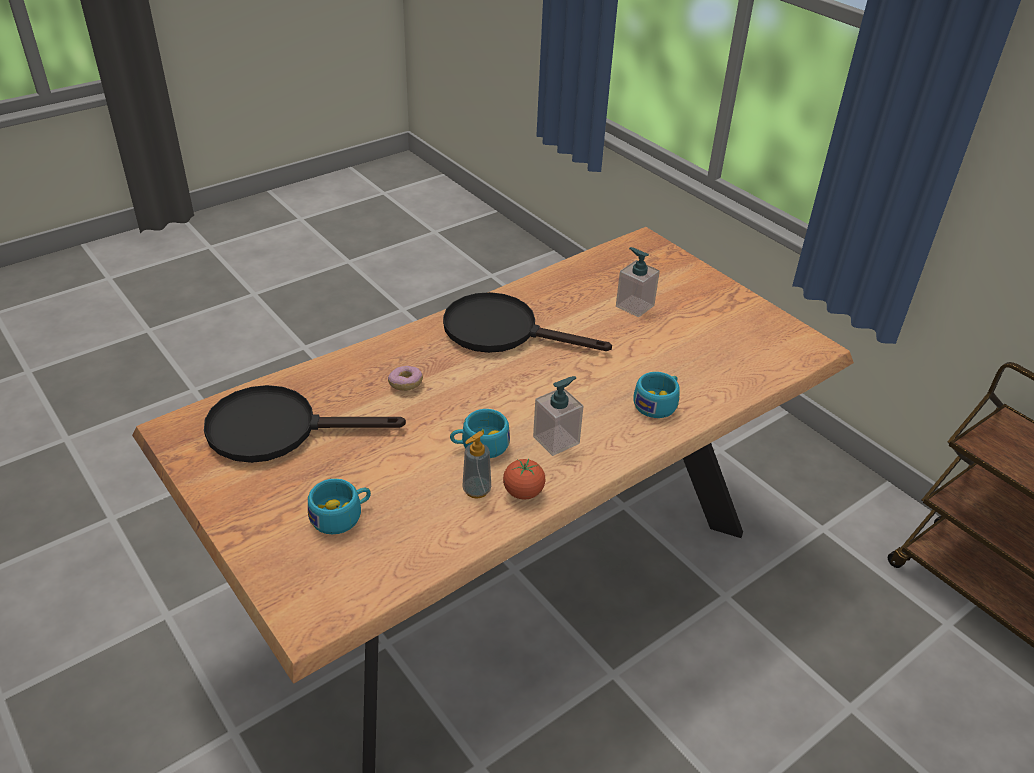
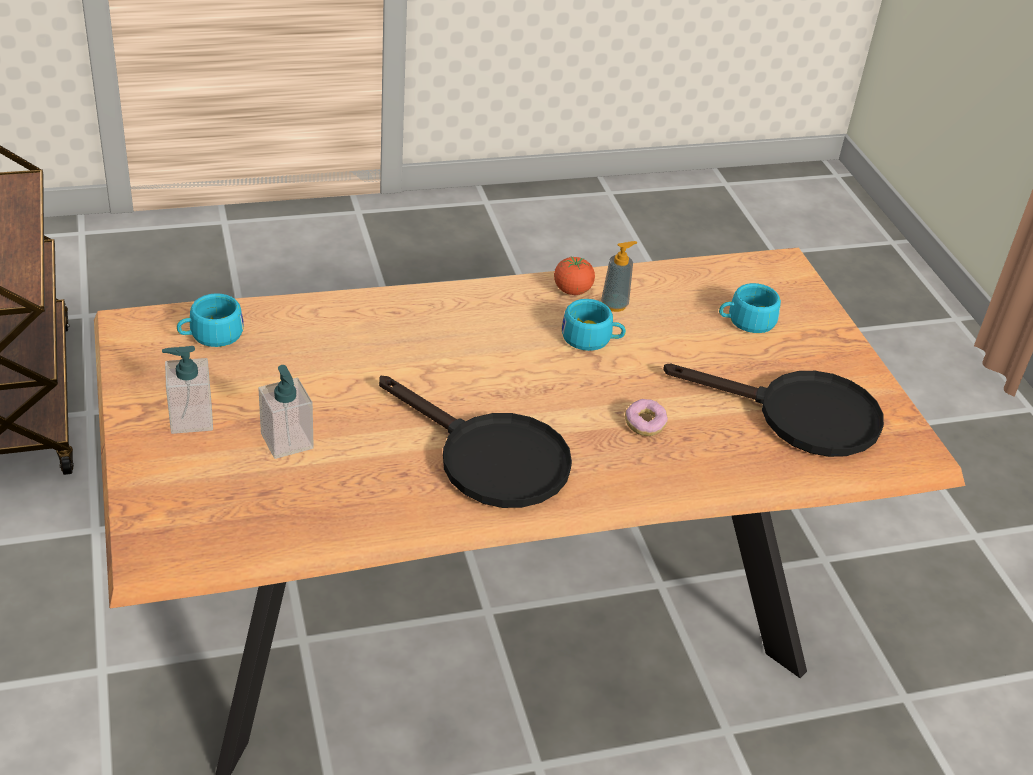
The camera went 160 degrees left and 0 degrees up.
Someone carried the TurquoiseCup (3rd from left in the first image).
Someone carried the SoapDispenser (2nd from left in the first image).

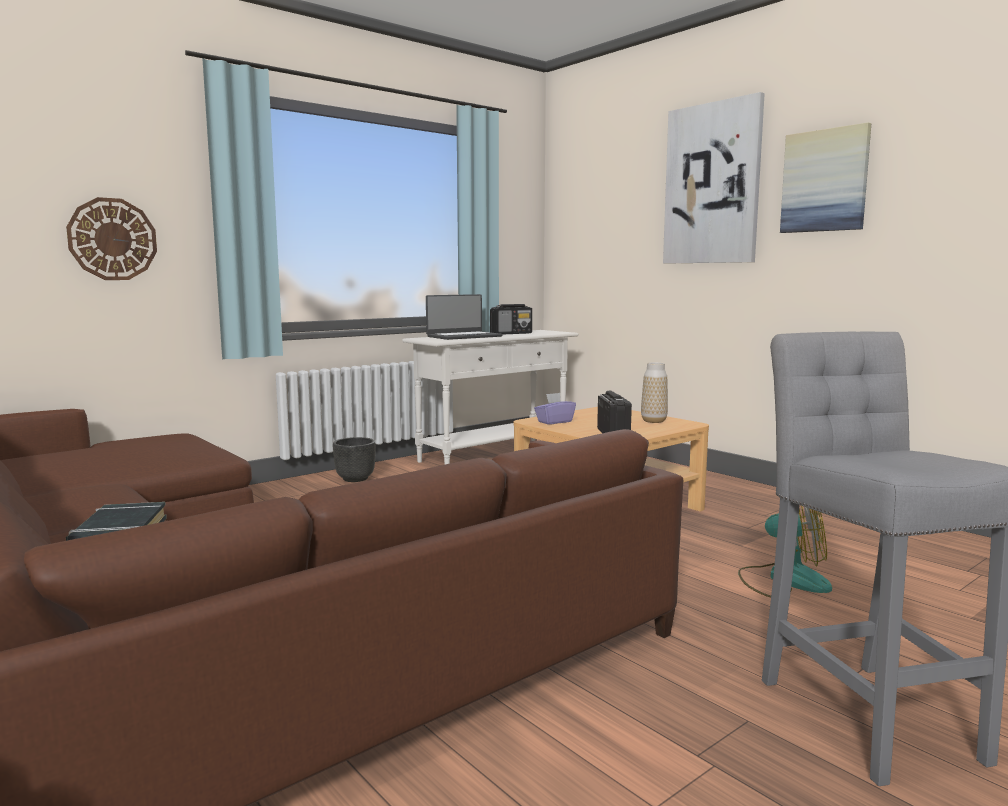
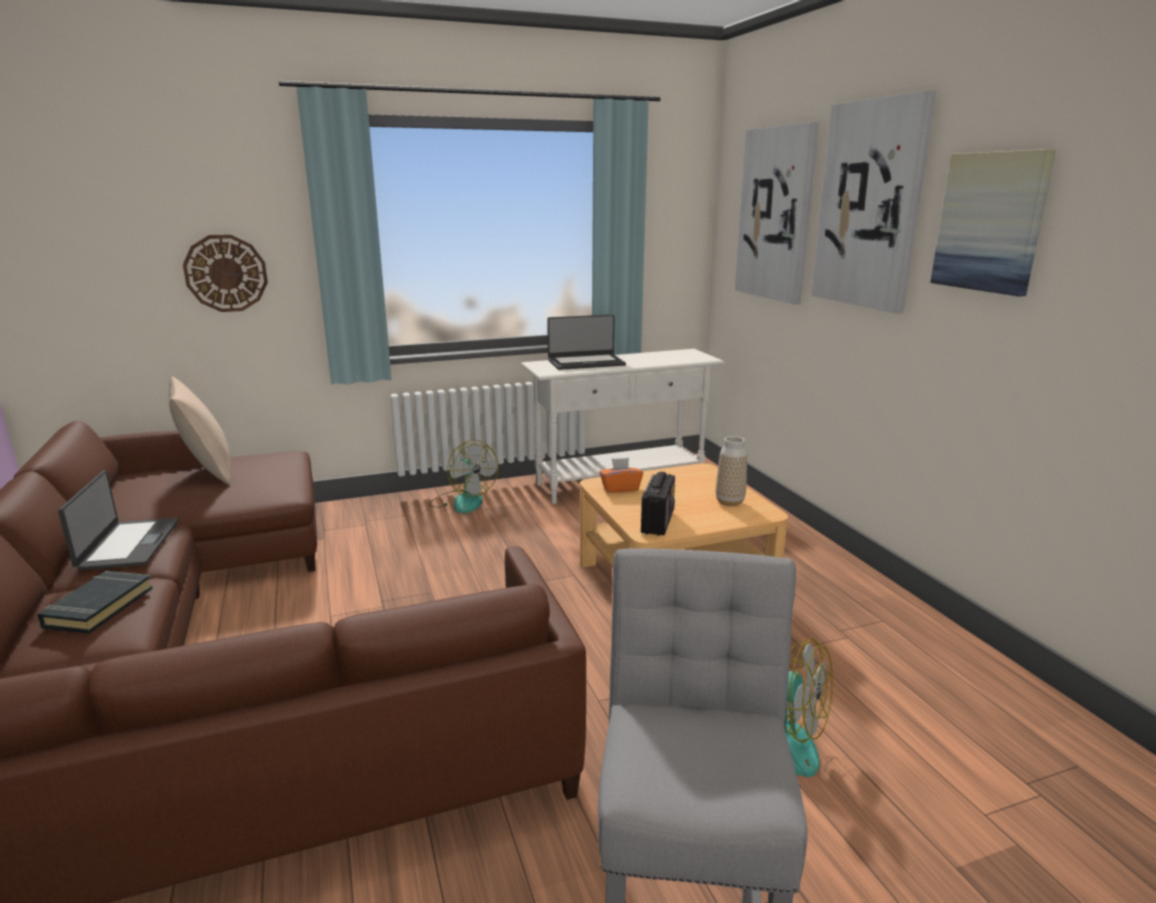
The camera went 20 degrees right and 10 degrees up.
Someone took away the Radio (1st from left).
Someone repainted the PurpleTissueBox, which became the OrangeTissueBox.
Someone swapped the BlackPlanter for the Fan (1st from left).
Someone put up the Picture (1st from left).
Someone put down the BeigePillow.
Someone put down the Laptop (1st from left).

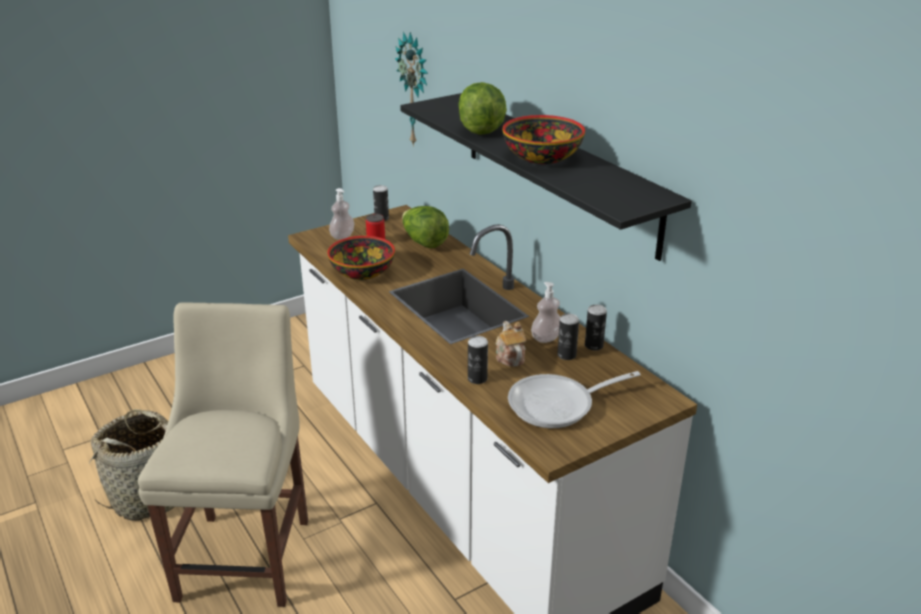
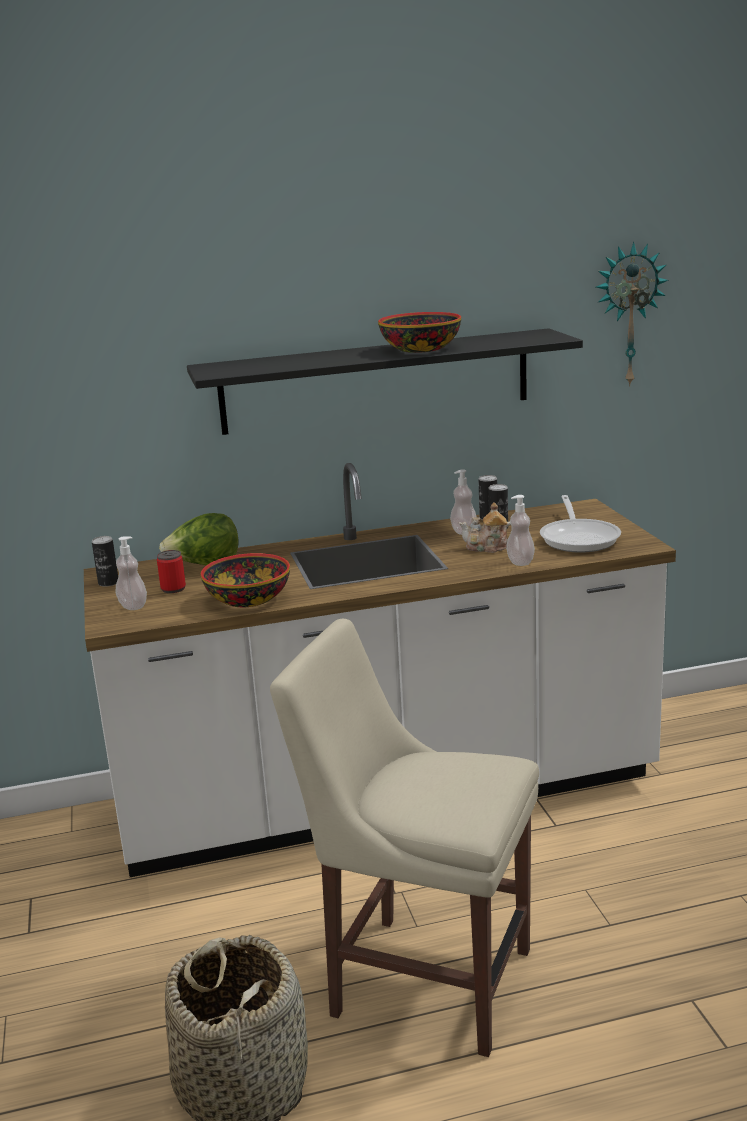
The camera went 70 degrees left and 10 degrees down.
Someone carried the WallClock.
Someone took away the Lettuce (2nd from left).
Someone swapped the Can (3rd from left) for the SoapDispenser (3rd from left).

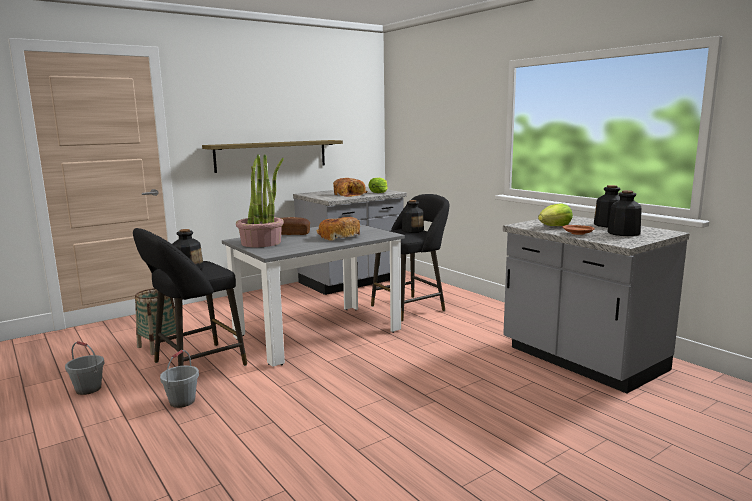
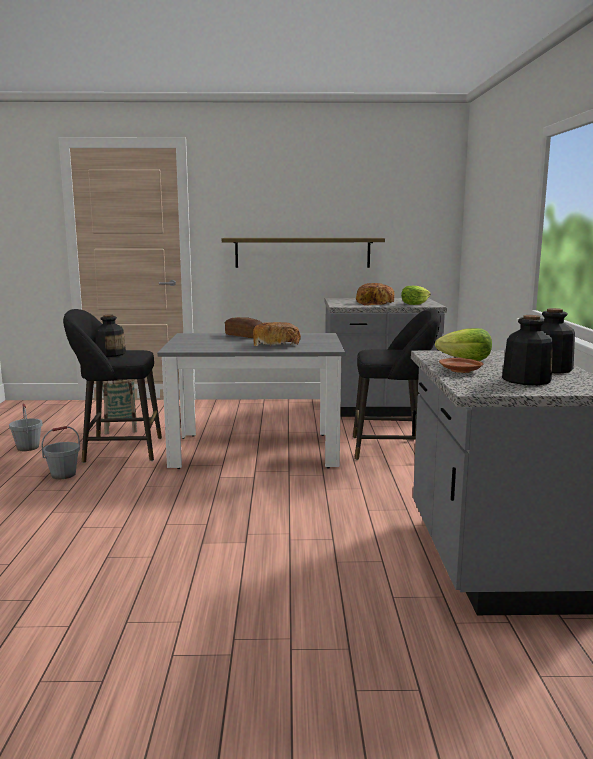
The camera went 35 degrees right and 0 degrees up.
Someone took away the PottedPlant.
Someone took away the Bottle (2nd from left).

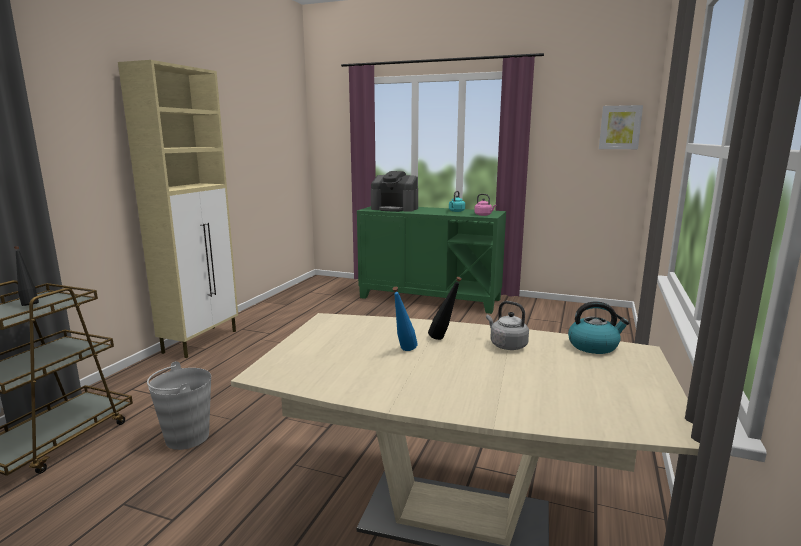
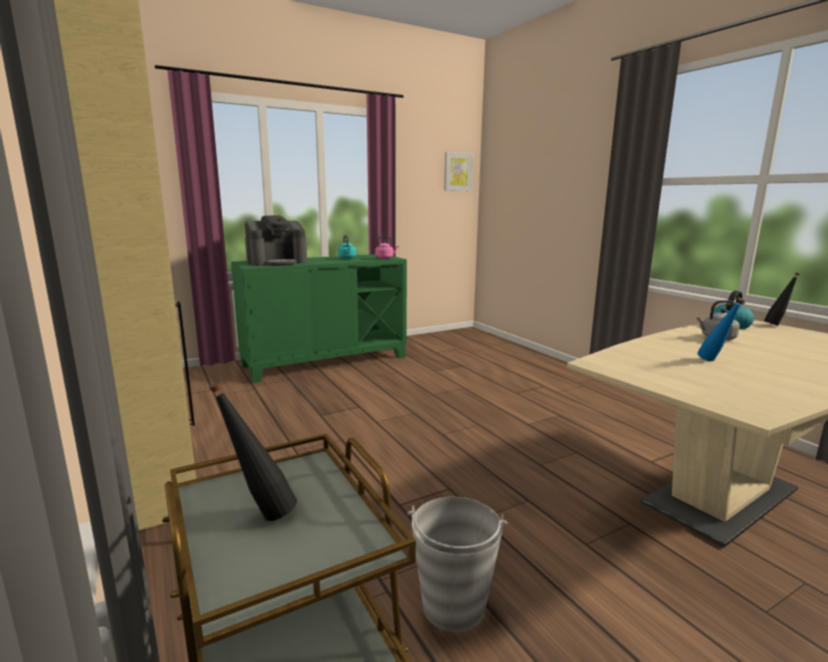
The camera went 50 degrees left and 0 degrees up.
Someone carried the BlackBottle (2nd from left).

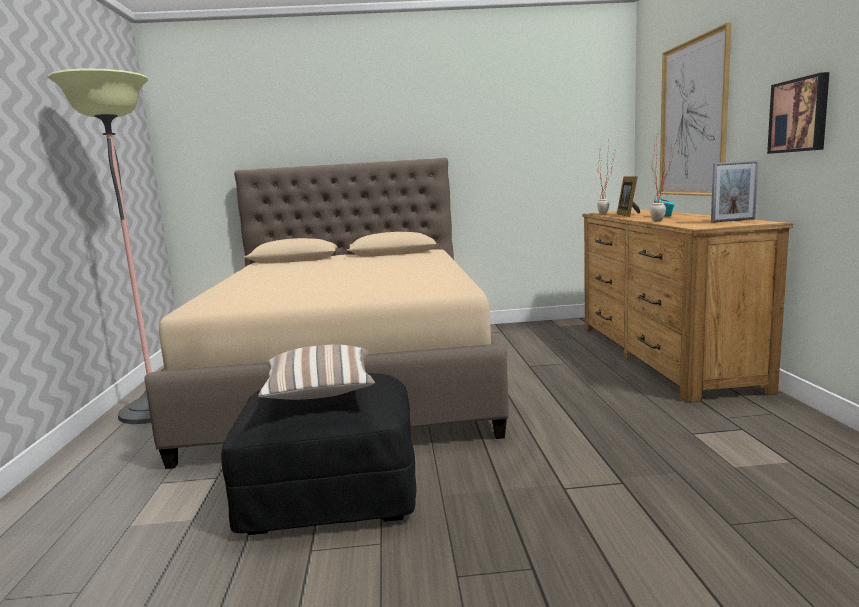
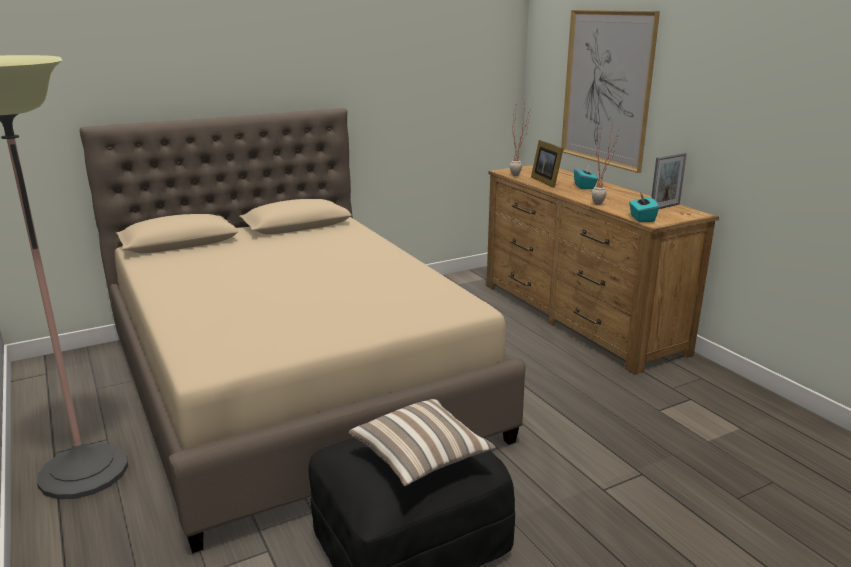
The camera went 25 degrees left and 10 degrees up.
Someone took away the Picture (2nd from left).
Someone put down the TurquoiseTissueBox (2nd from left).

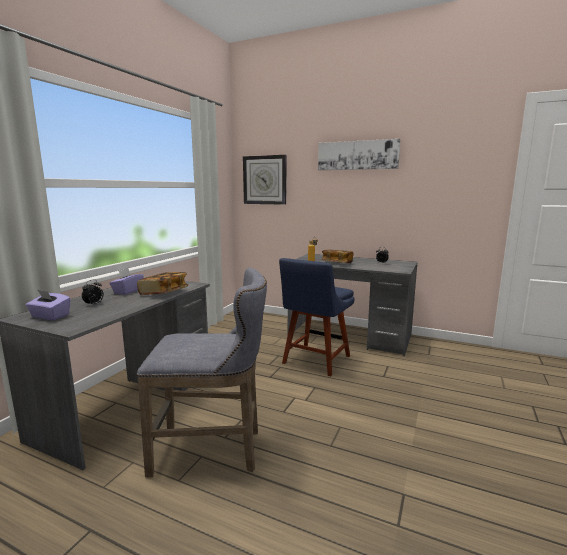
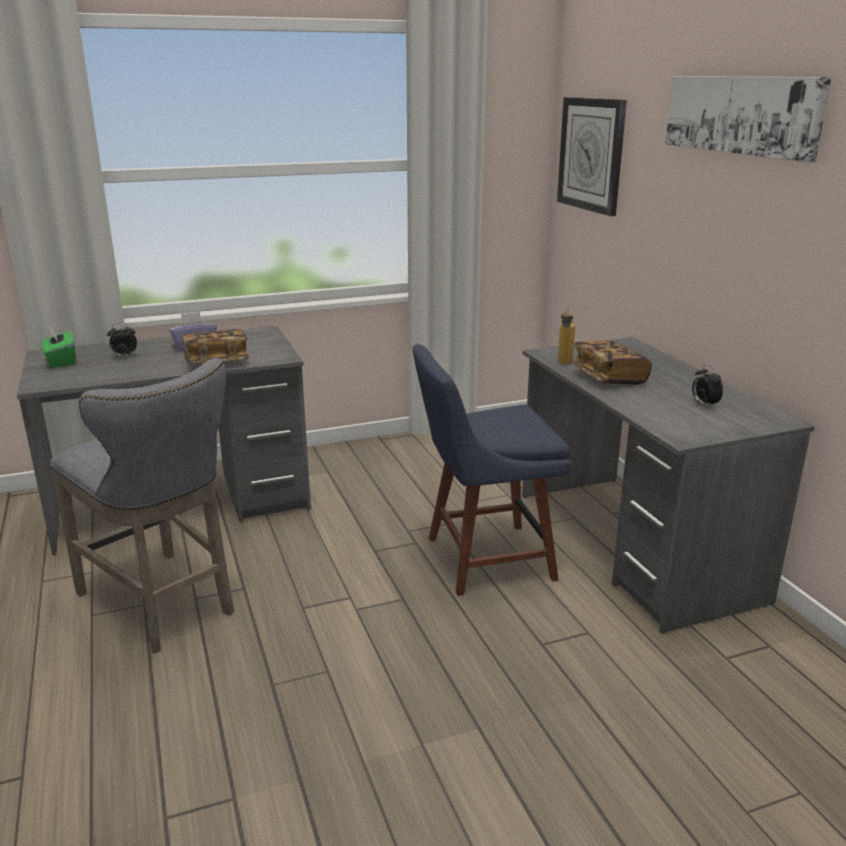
The camera went 45 degrees right and 10 degrees up.
Someone repainted the PurpleTissueBox (1st from left), which became the GreenTissueBox.

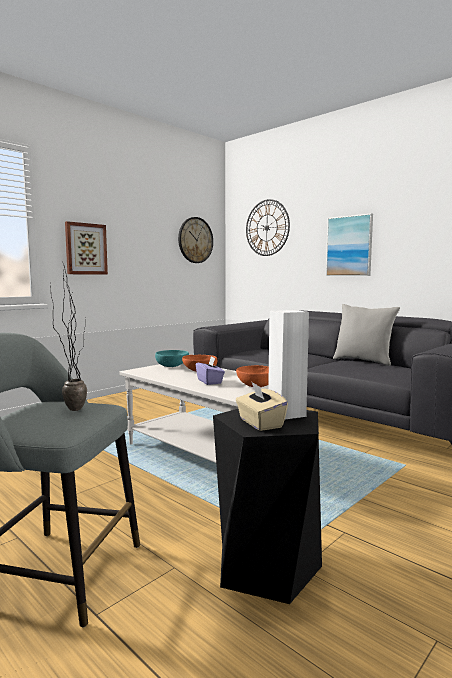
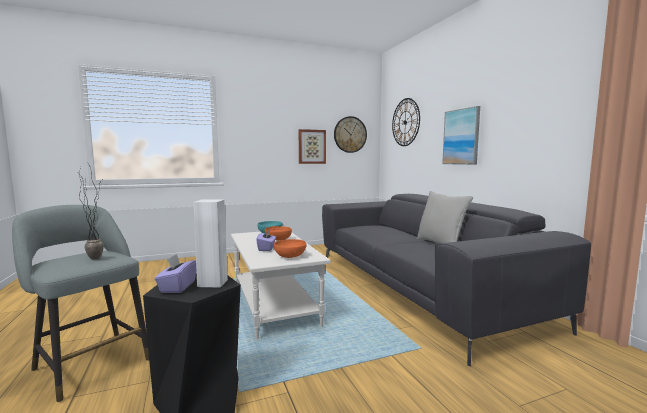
The camera went 25 degrees right and 0 degrees up.
Someone carried the Picture (1st from left).
Someone repainted the BeigeTissueBox, which became the PurpleTissueBox (1st from left).

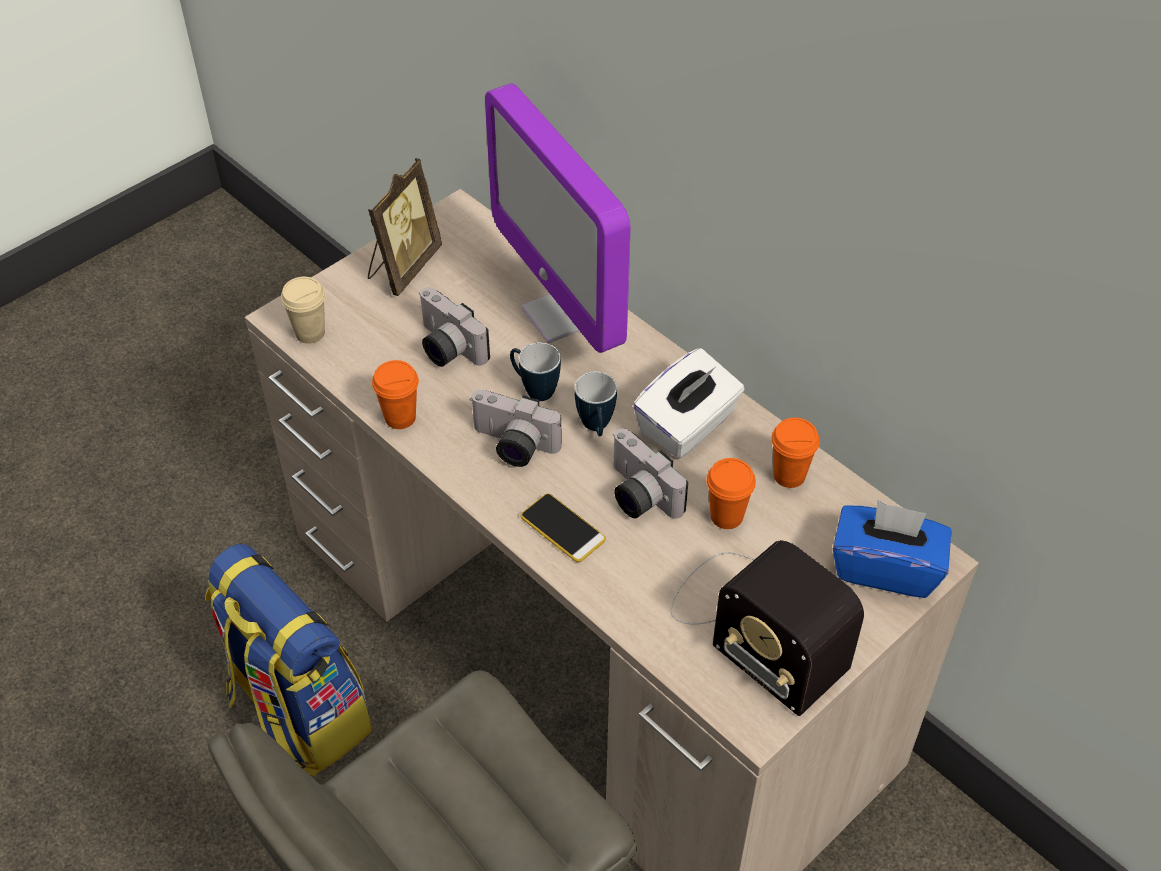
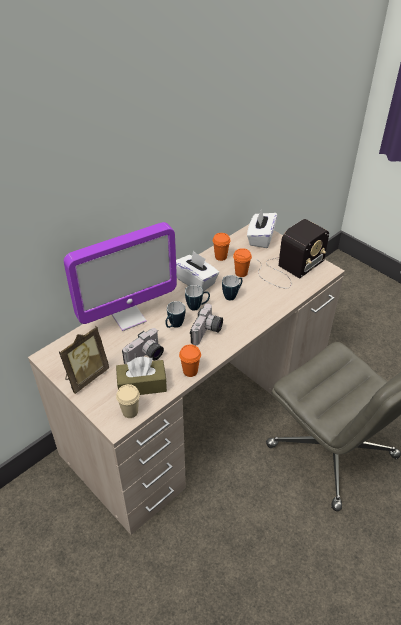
The camera went 90 degrees left and 5 degrees down.
Someone rotated the PictureFrame by 105 degrees clockwise.
Someone swapped the PhotoCamera (3rd from left) for the Mug (3rd from left).
Someone took away the Phone.
Someone repainted the BlueTissueBox, which became the WhiteTissueBox (2nd from left).
Someone took away the Backpack.
Someone put down the BrownTissueBox.

